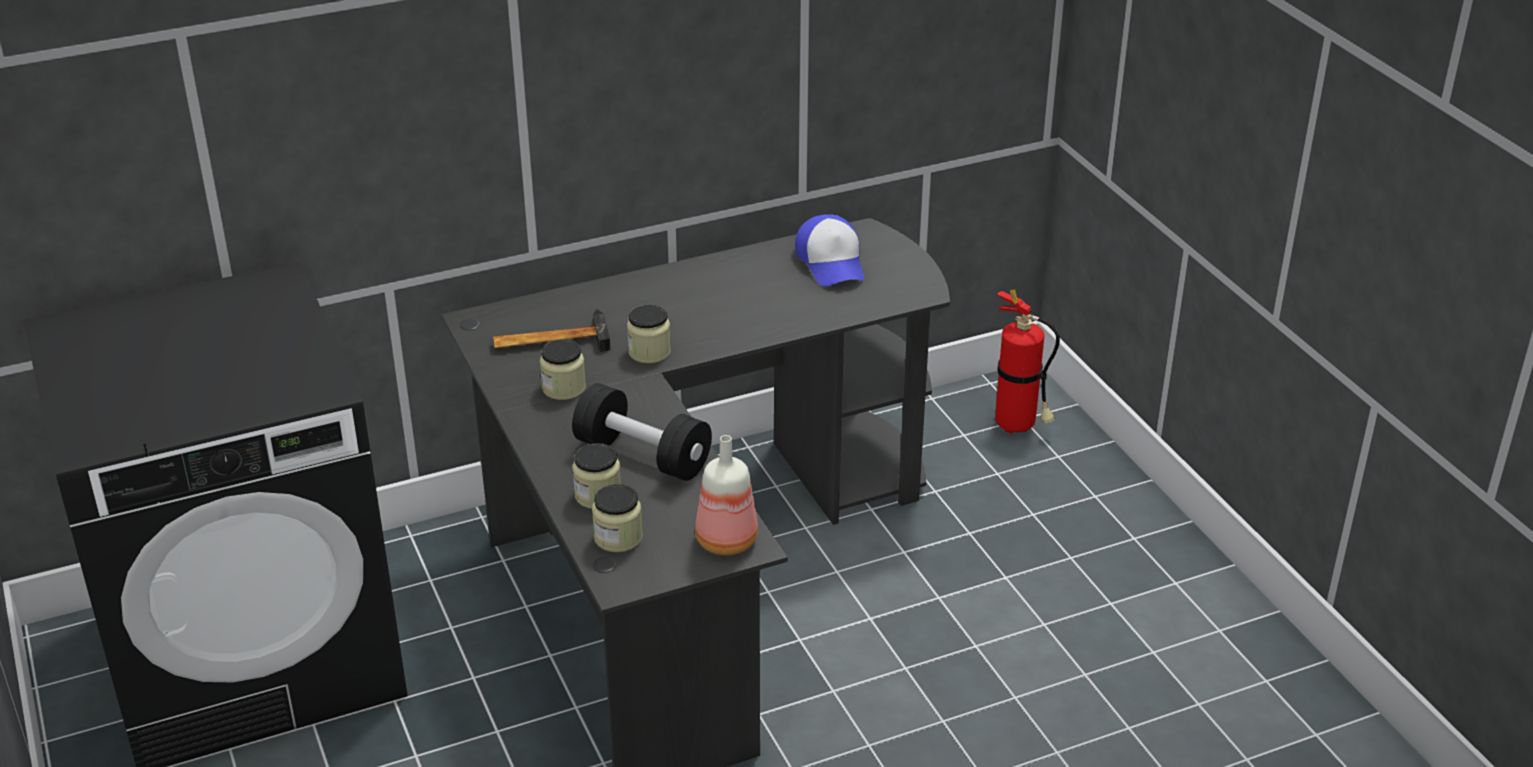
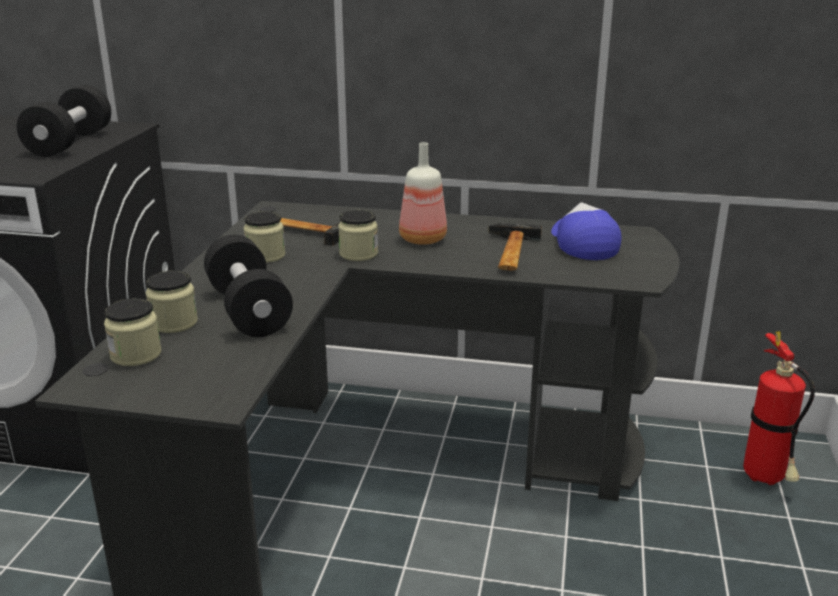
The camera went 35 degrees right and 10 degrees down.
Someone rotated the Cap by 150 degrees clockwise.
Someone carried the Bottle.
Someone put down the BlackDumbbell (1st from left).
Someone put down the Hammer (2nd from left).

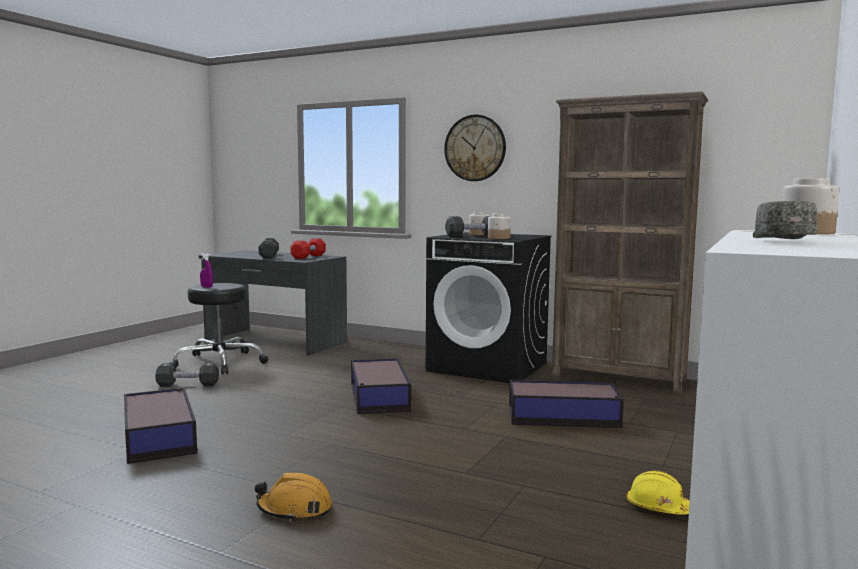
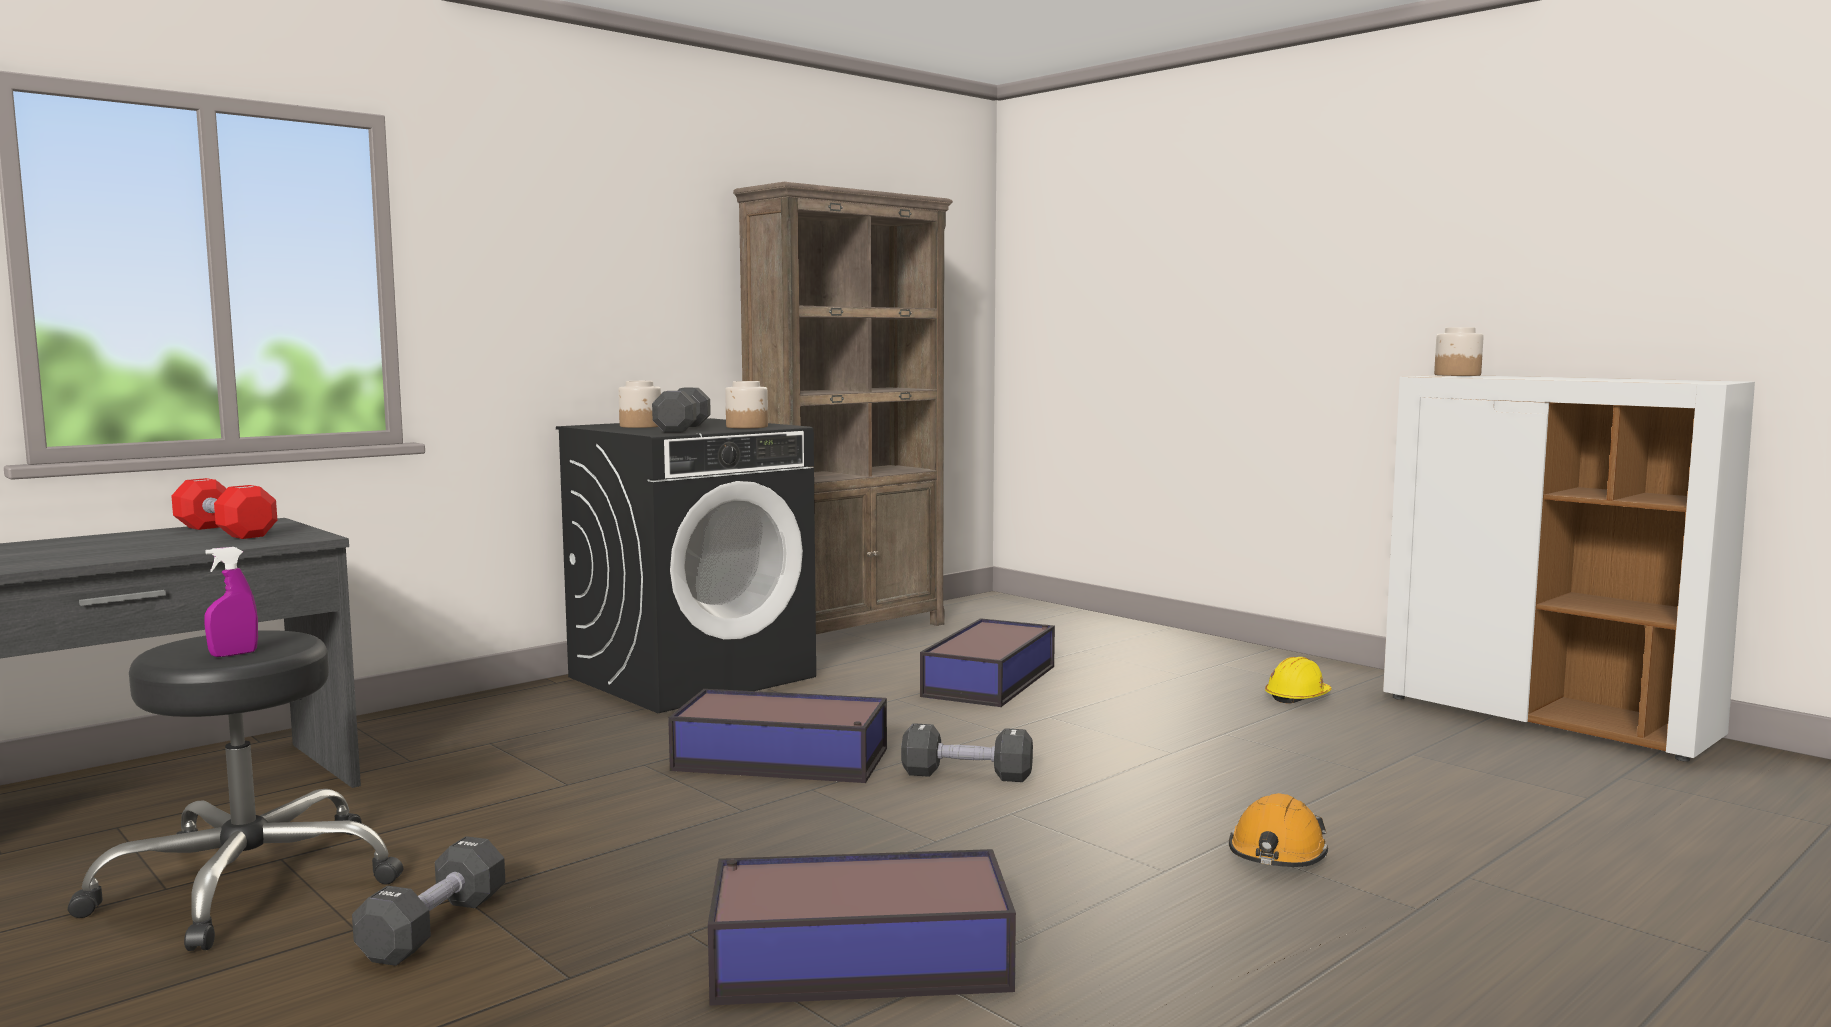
The camera went 70 degrees left and 0 degrees up.
Someone took away the WallClock.
Someone took away the GreyCap.
Someone carried the BlackDumbbell (2nd from left in the first image).

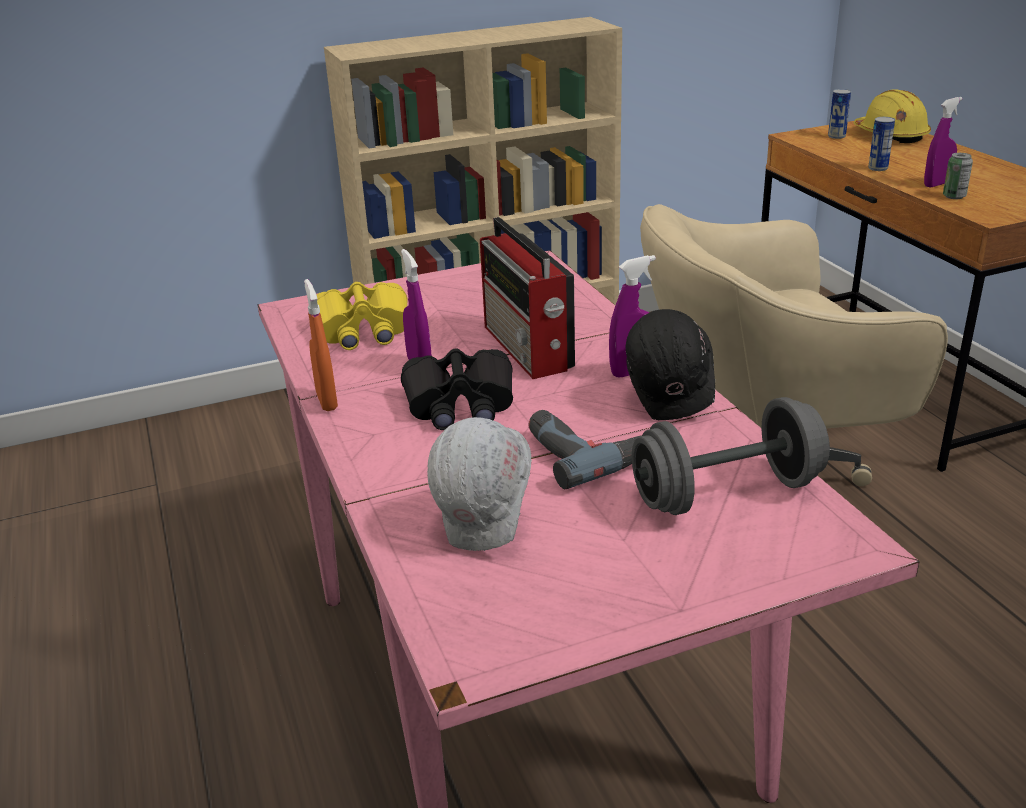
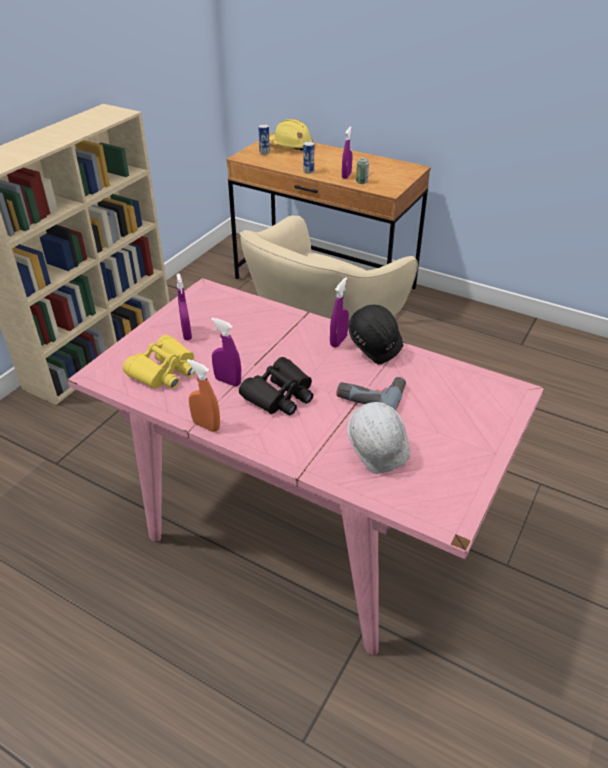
The camera went 40 degrees left and 10 degrees up.
Someone took away the Radio.
Someone took away the GreyDumbbell.
Someone put down the PurpleSprayBottle (1st from left).

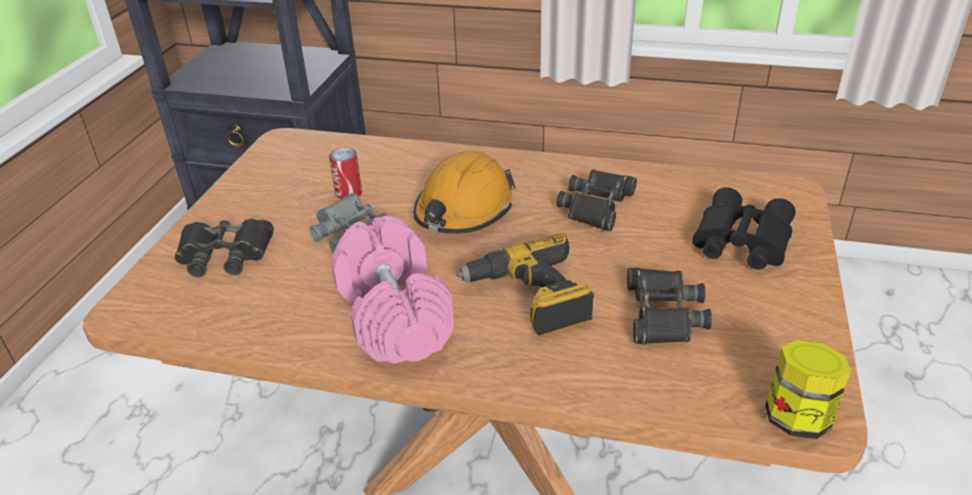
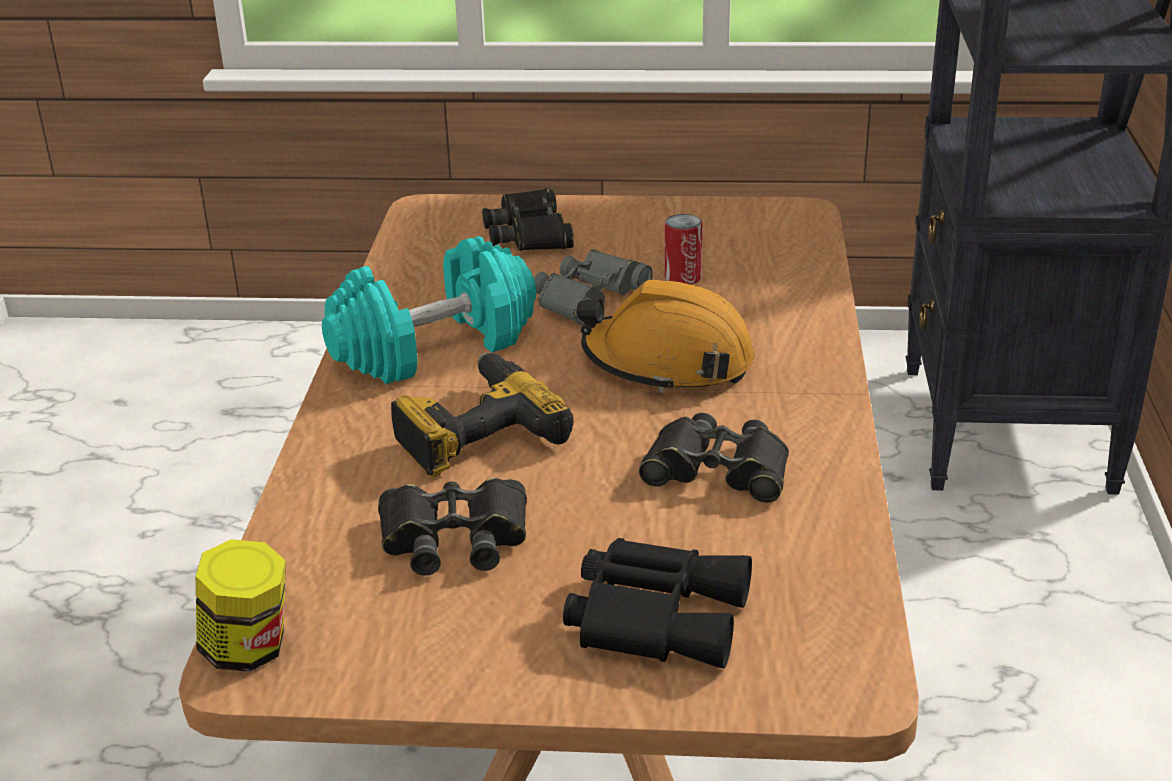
The camera went 80 degrees right and 5 degrees down.
Someone repainted the PinkDumbbell, which became the TurquoiseDumbbell.

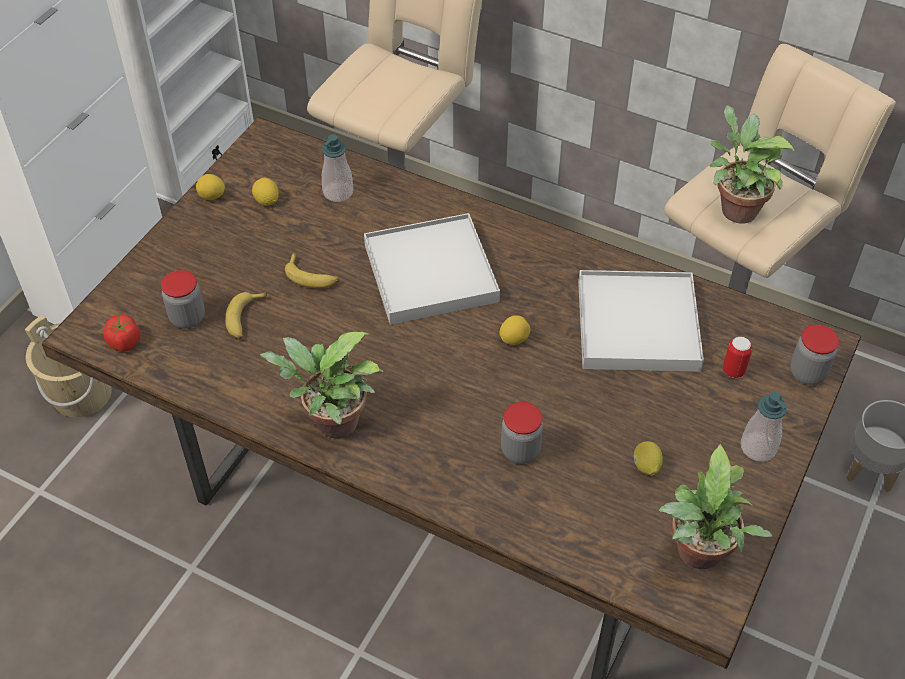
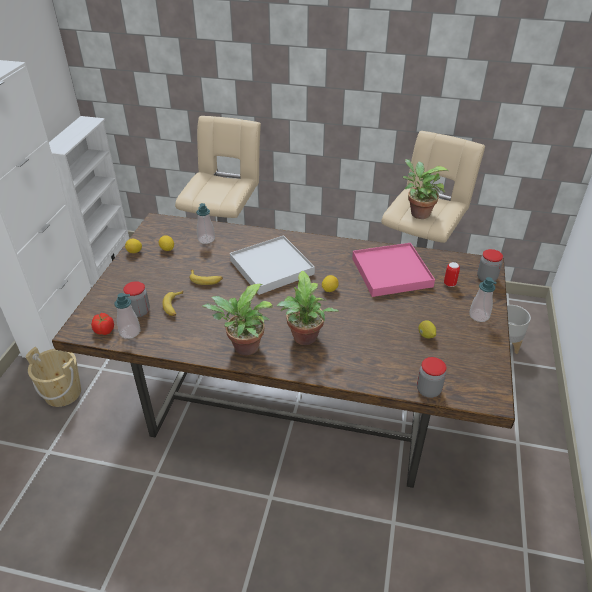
The camera went 15 degrees left and 10 degrees down.
Someone repainted the WhiteTray (2nd from left), which became the PinkTray.
Someone carried the Jar (2nd from left).
Someone carried the PottedPlant (2nd from left).
Someone put down the SoapDispenser (1st from left).

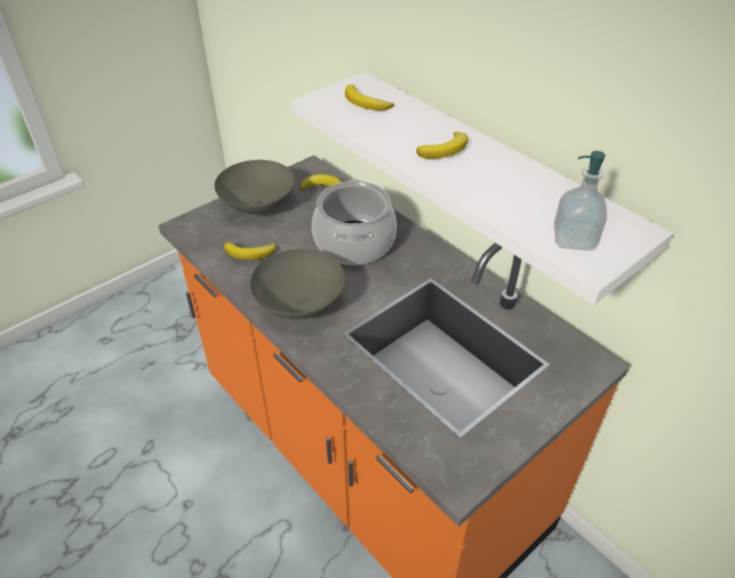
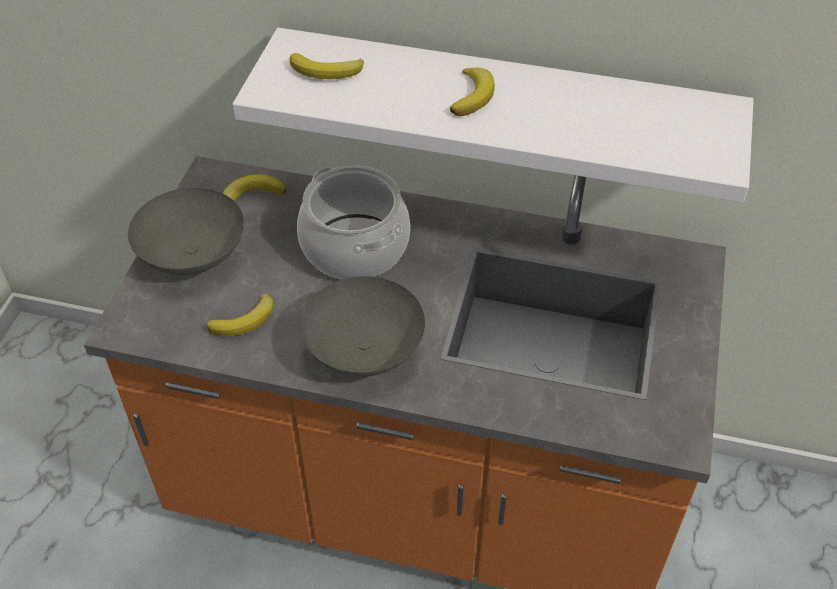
The camera went 35 degrees left and 5 degrees up.
Someone took away the SoapDispenser.

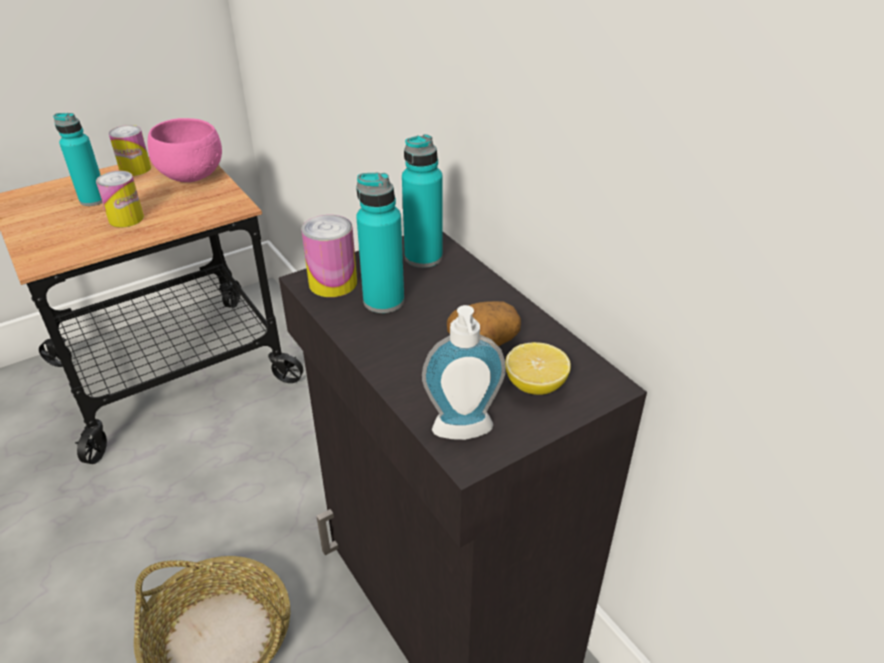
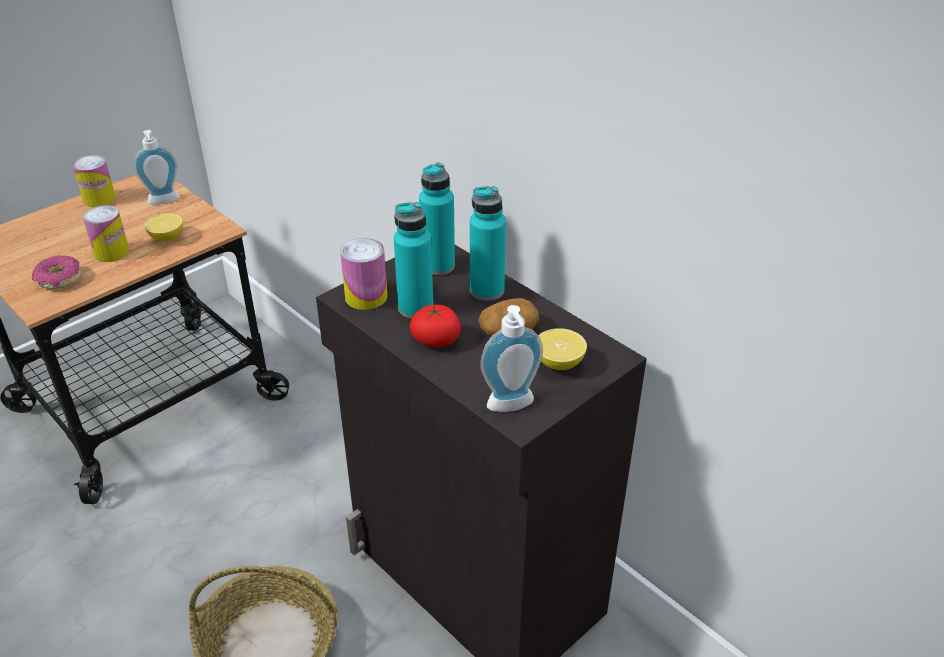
The camera went 10 degrees left and 0 degrees up.
Someone carried the TurquoiseBottle (1st from left in the first image).
Someone swapped the PinkBowl for the SoapDispenser (1st from left).
Someone put down the Lemon (1st from left).
Someone put down the Donut.
Someone put down the Tomato.

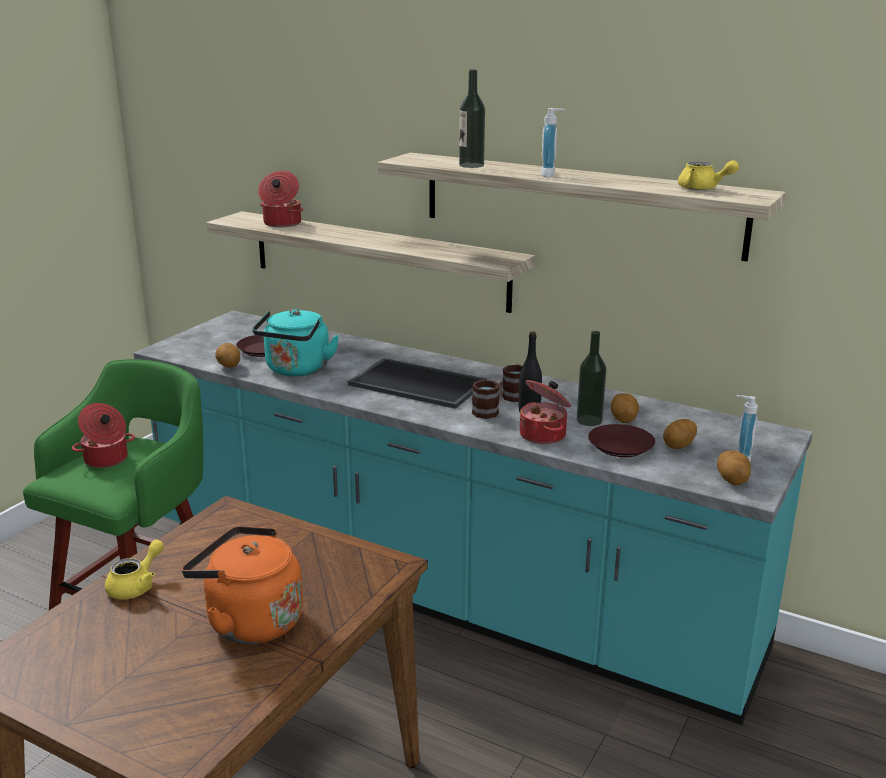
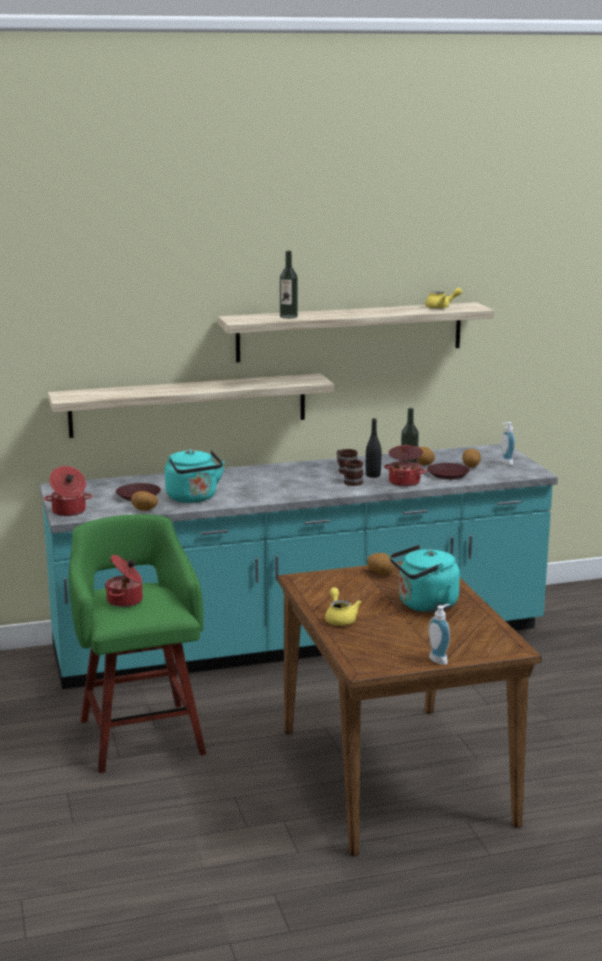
The camera went 45 degrees left and 5 degrees down.
Someone carried the SoapDispenser (1st from left).
Someone carried the CookingPot (2nd from left in the first image).
Someone took away the Tray.
Someone carried the Potato (4th from left in the first image).
Someone repainted the OrangeKettle, which became the TurquoiseKettle (2nd from left).

